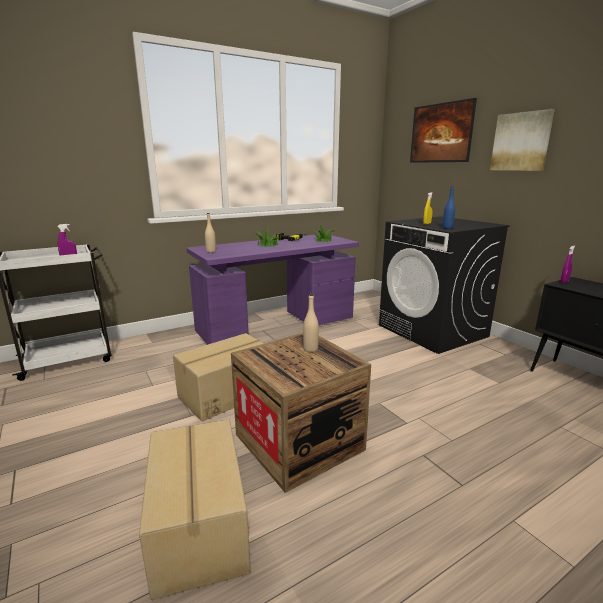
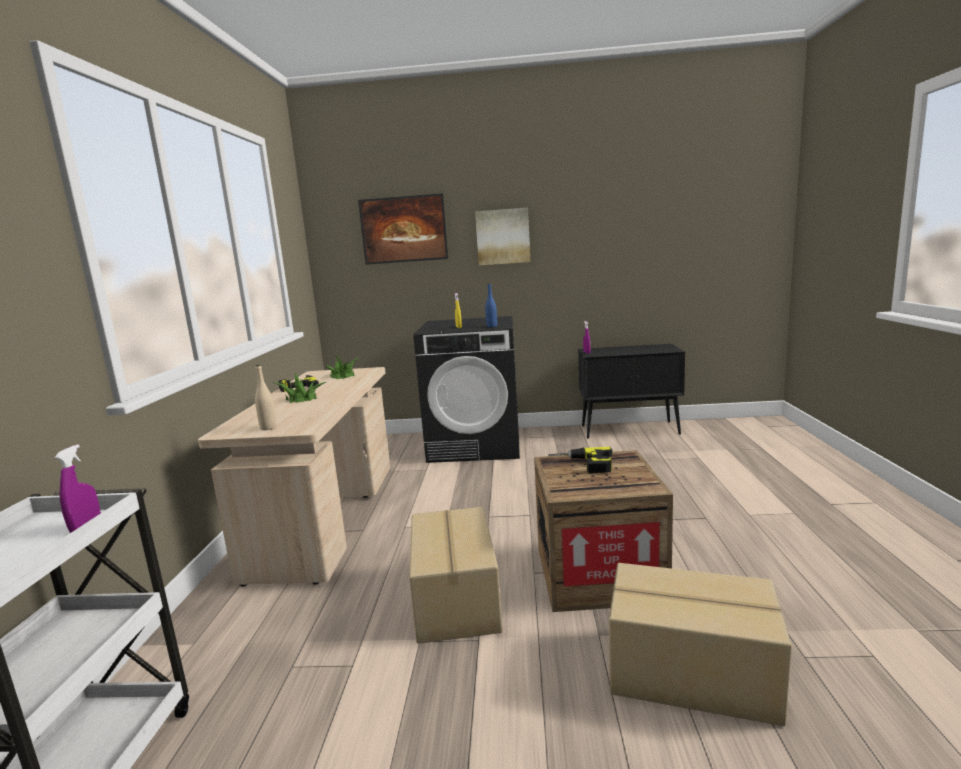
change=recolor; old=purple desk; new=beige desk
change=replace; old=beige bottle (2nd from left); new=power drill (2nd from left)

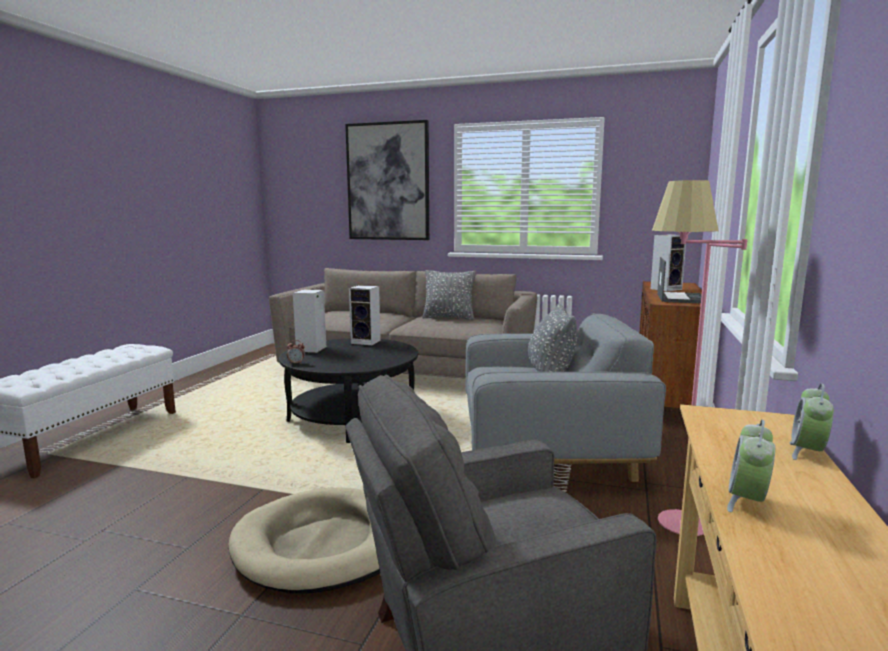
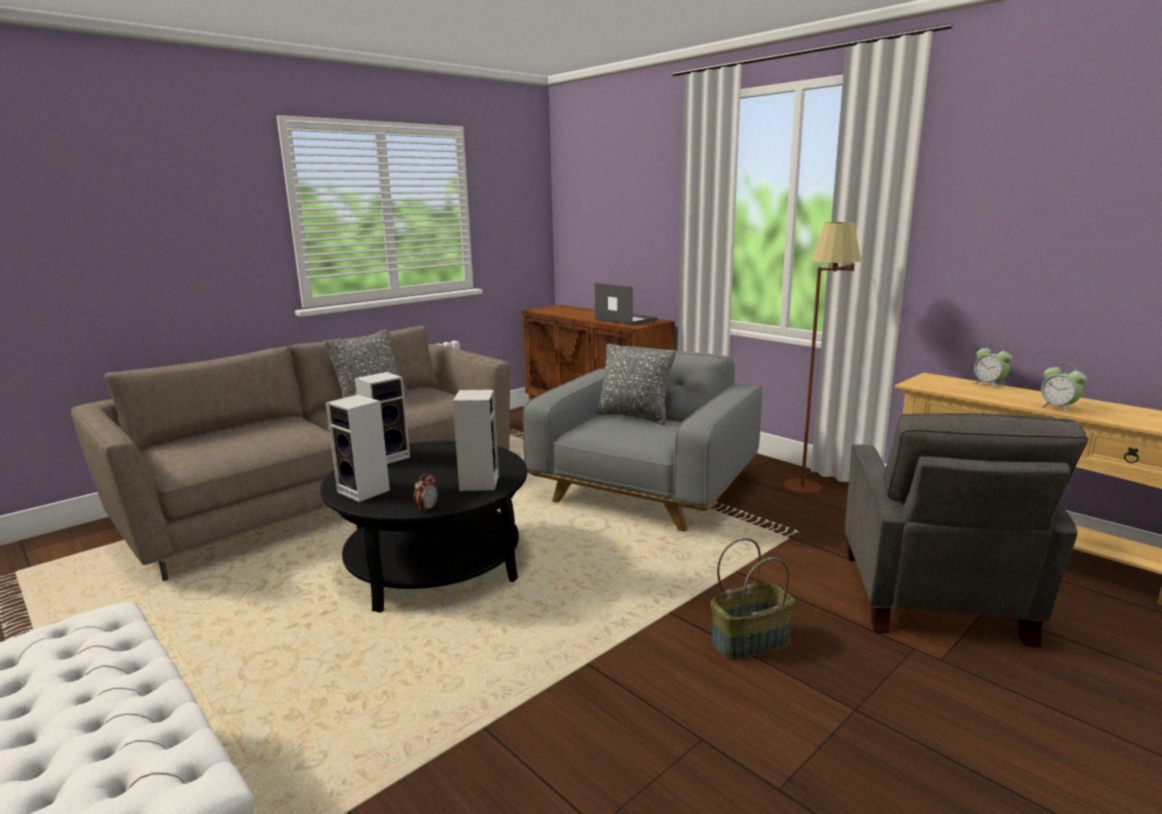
change=delete; old=picture
change=recolor; old=pink floor lamp; new=brown floor lamp
change=move; old=speaker (3rd from left)
change=replace; old=beige dog bed; new=basket

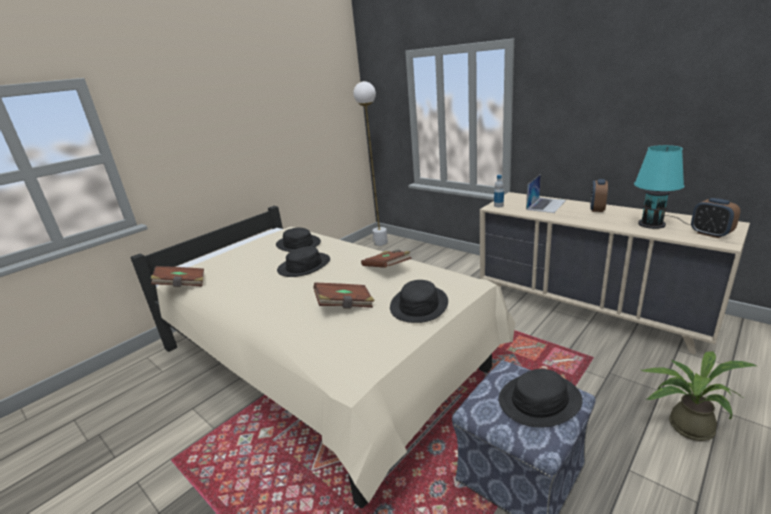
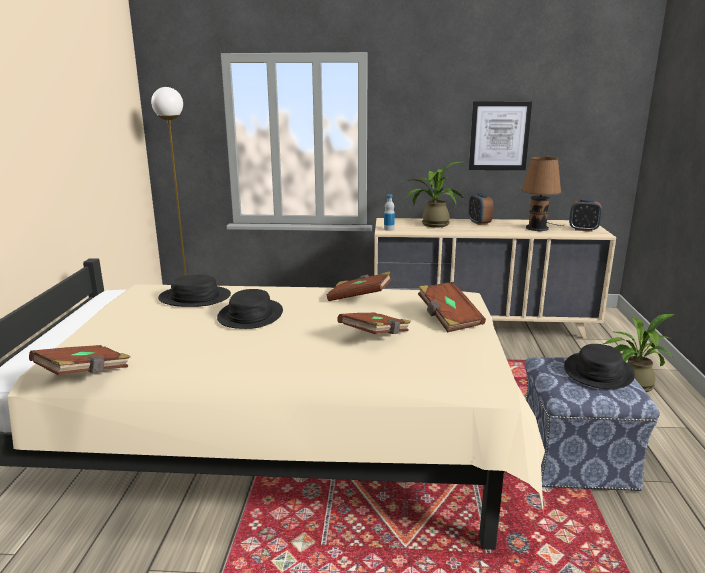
change=recolor; old=turquoise table lamp; new=brown table lamp
change=replace; old=laptop; new=potted plant (1st from left)
change=replace; old=black hat (3rd from left); new=brown book (4th from left)
change=insert; new=picture

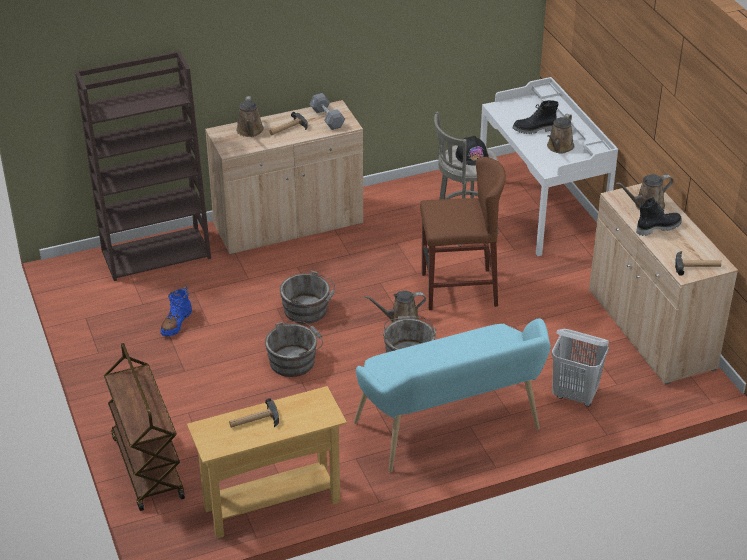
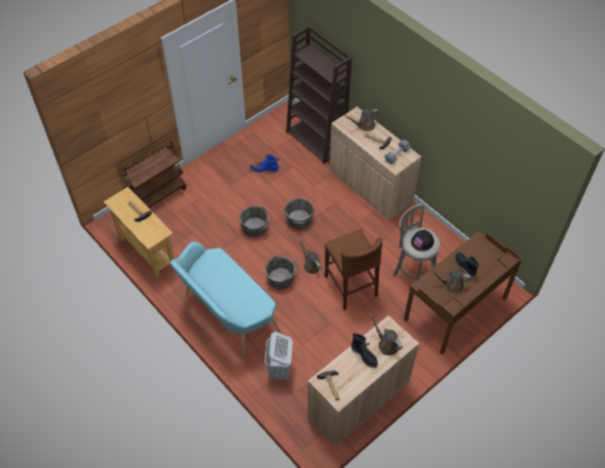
change=recolor; old=white desk; new=brown desk

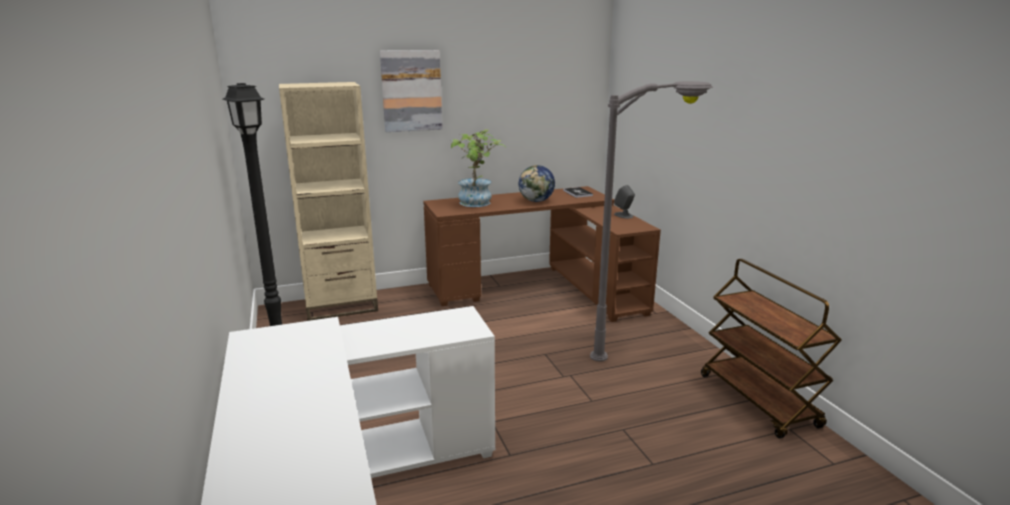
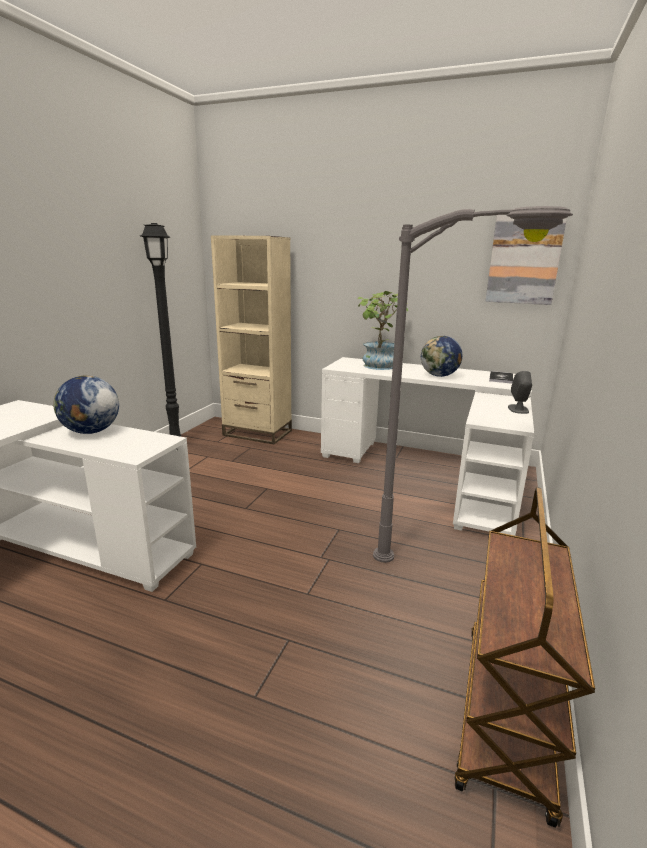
change=move; old=picture
change=recolor; old=brown desk; new=white desk (2nd from left)
change=insert; new=globe (1st from left)

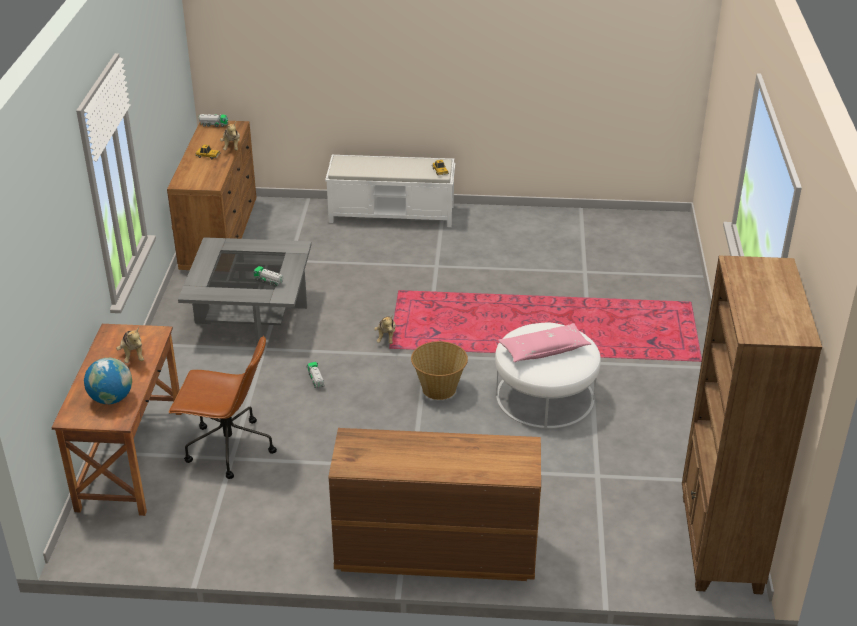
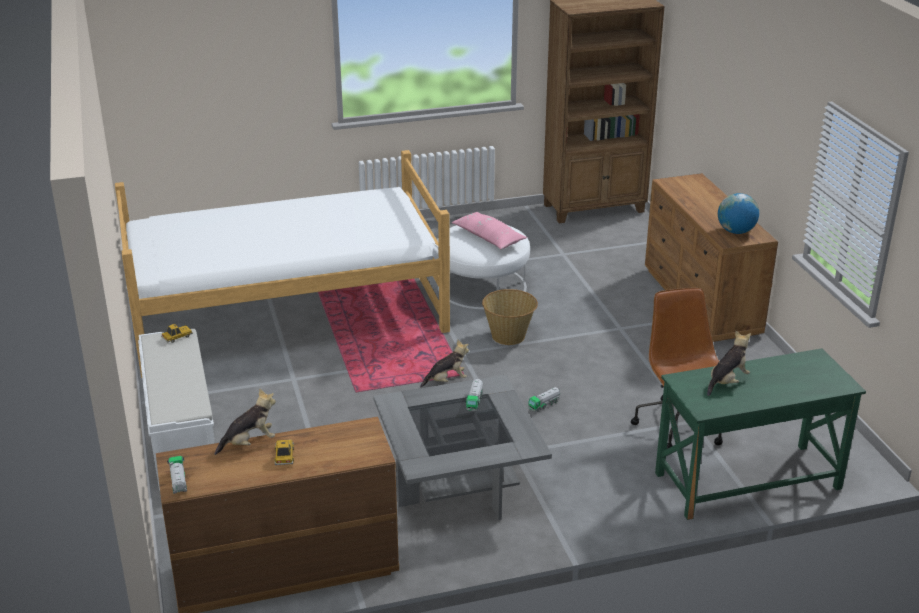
change=recolor; old=brown desk; new=green desk
change=move; old=globe
change=insert; new=bed

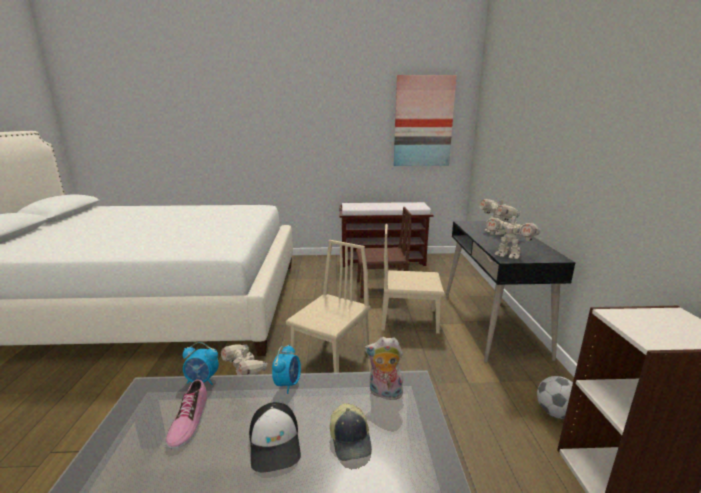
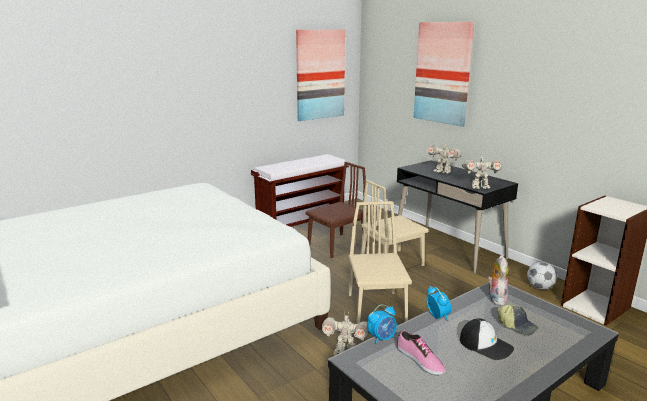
change=rotate; old=plush toy; degrees=120
change=insert; new=picture (2nd from left)

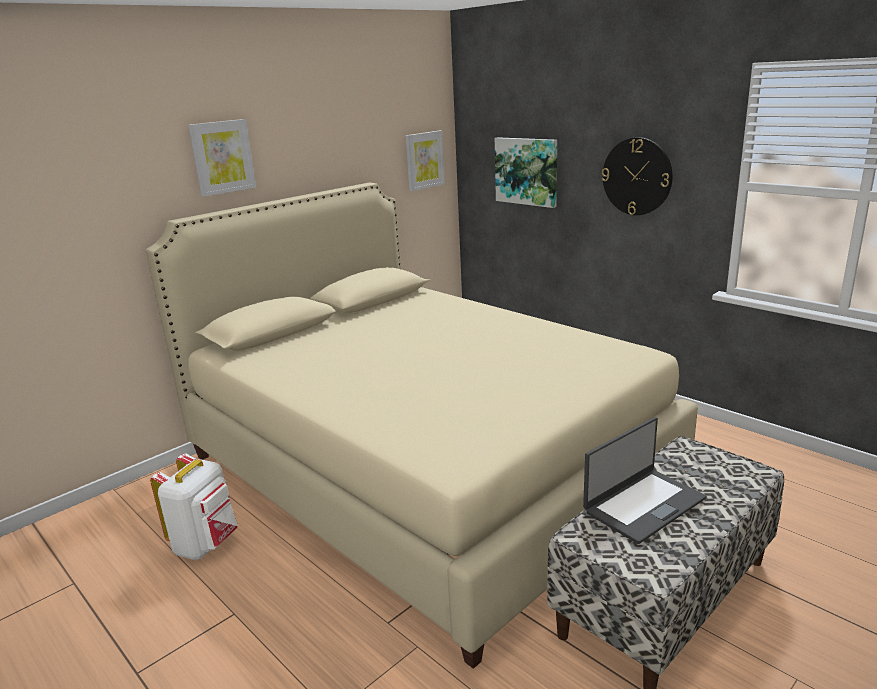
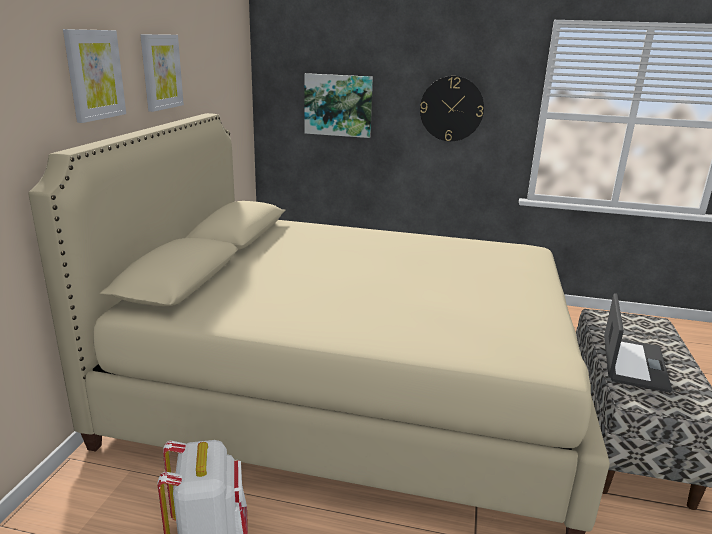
change=move; old=picture (2nd from left)

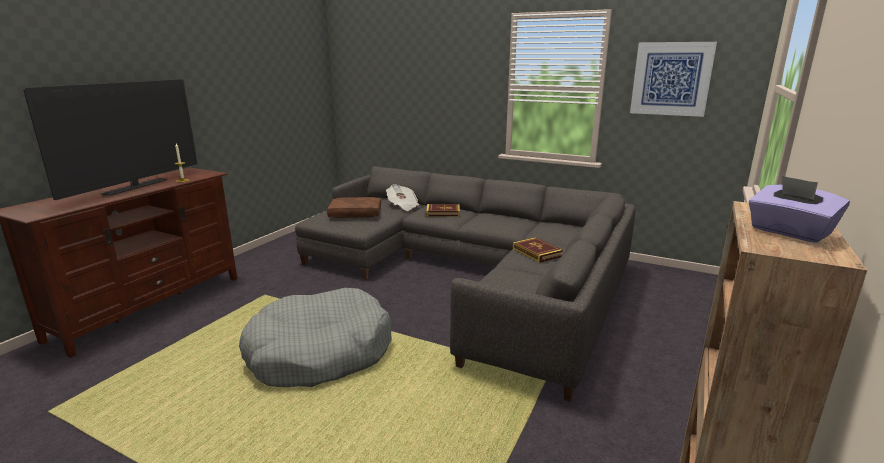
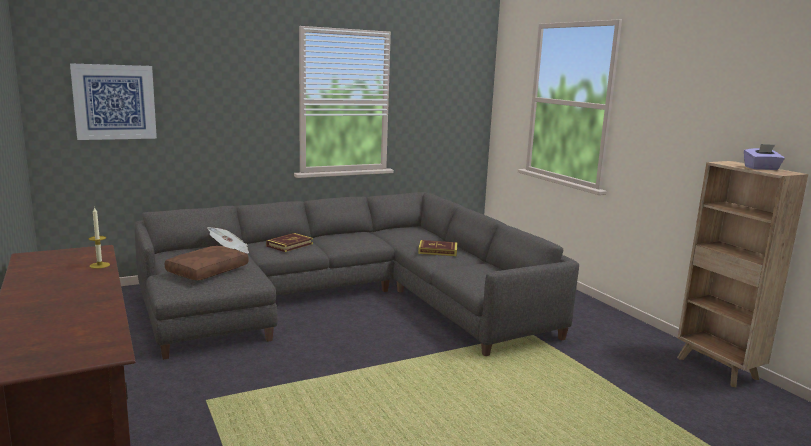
change=move; old=picture
change=delete; old=television
change=delete; old=grey dog bed

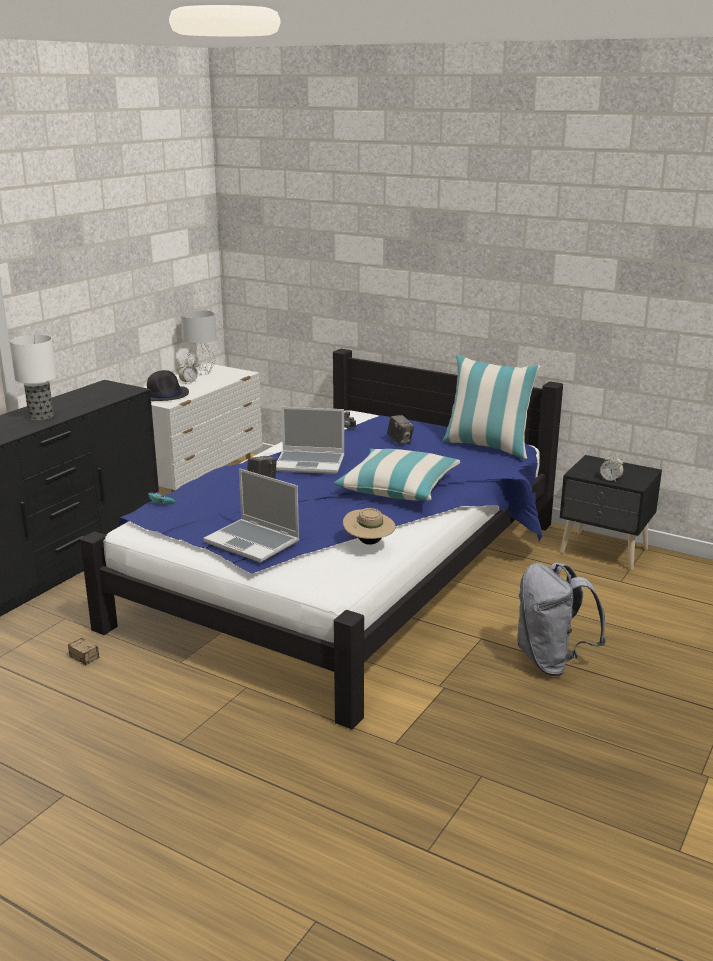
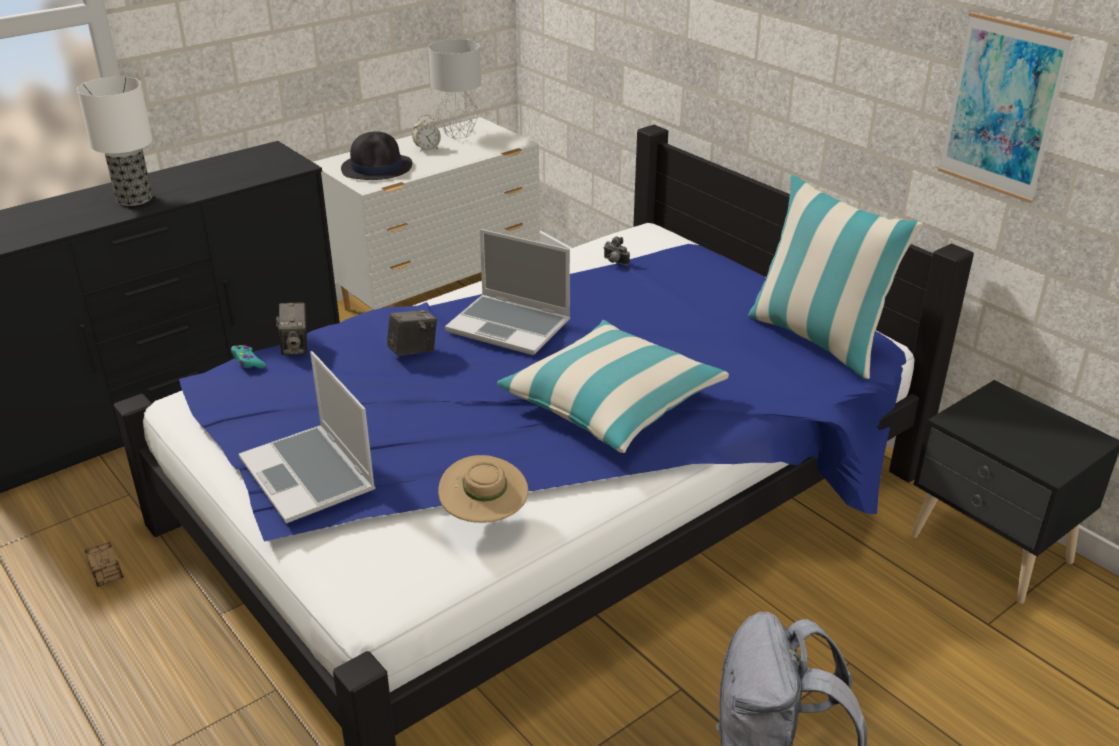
change=move; old=photo camera (3rd from left in the first image); new=photo camera (1st from left)
change=delete; old=alarm clock (2nd from left)
change=insert; new=picture

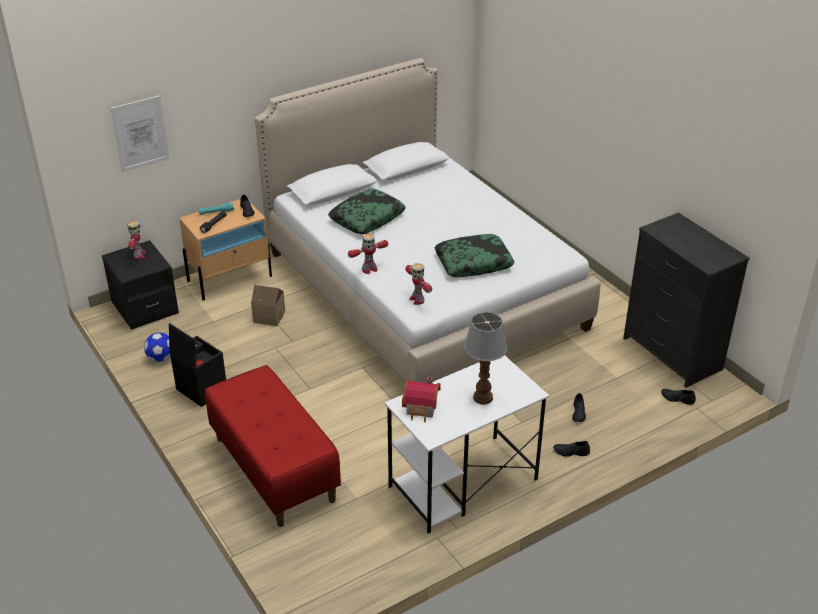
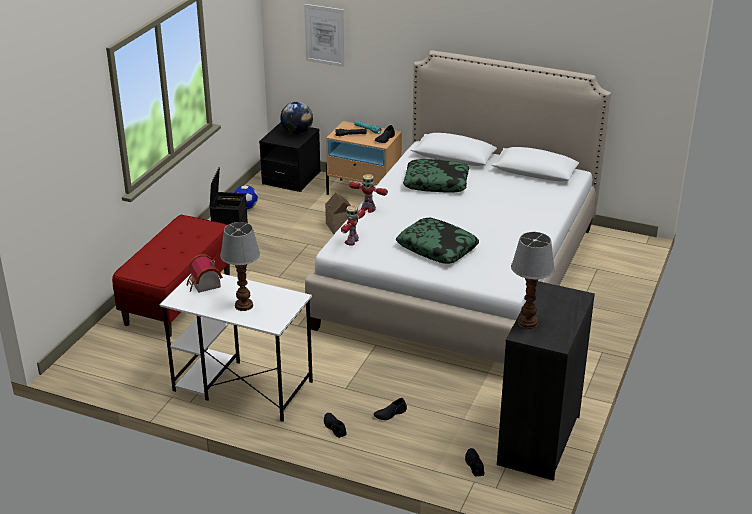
change=replace; old=toy robot (1st from left); new=globe
change=insert; new=table lamp (2nd from left)

